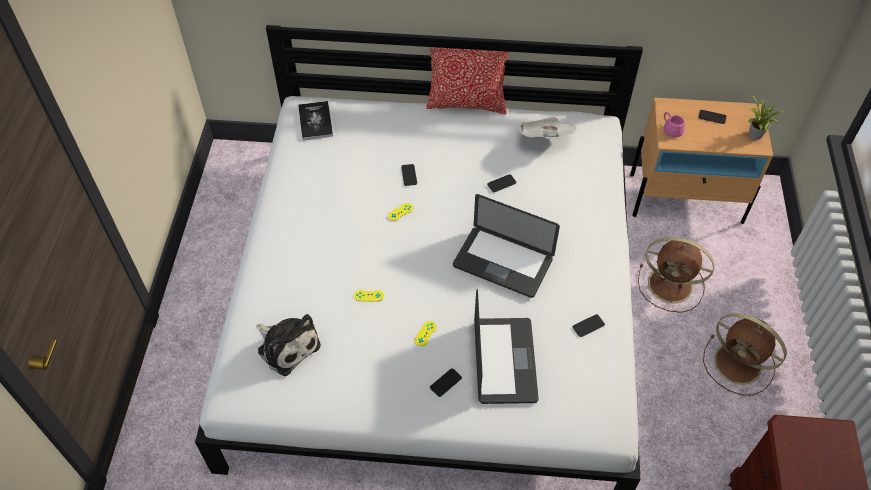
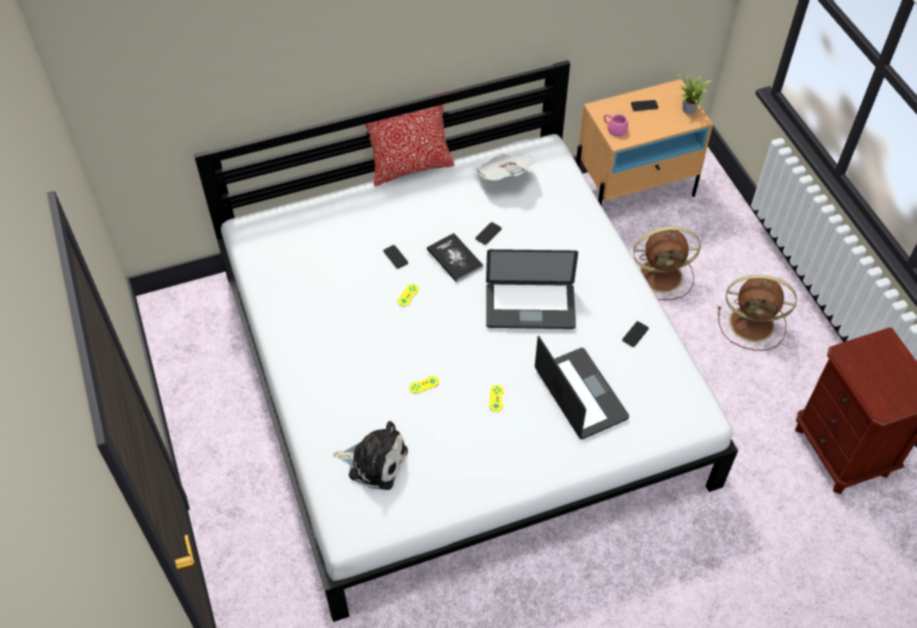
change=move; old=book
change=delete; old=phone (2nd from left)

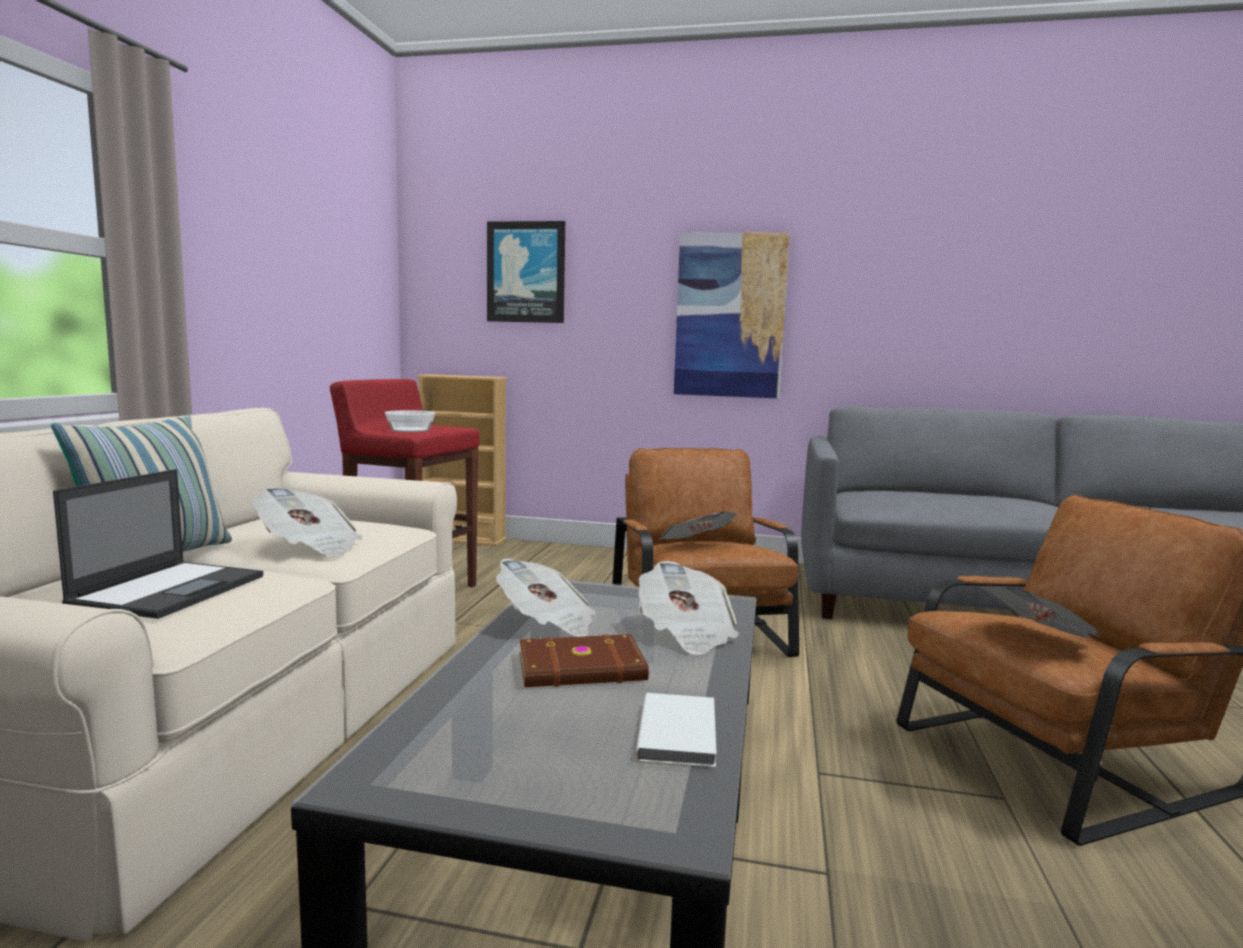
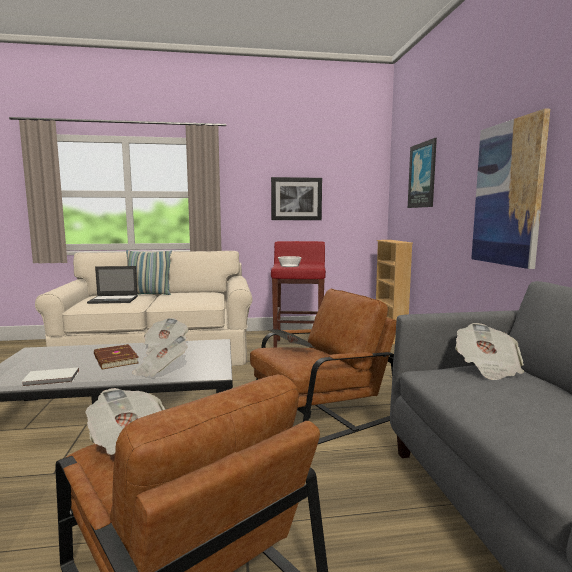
change=move; old=newspaper (1st from left in the first image); new=newspaper (5th from left)
change=insert; new=picture (1st from left)

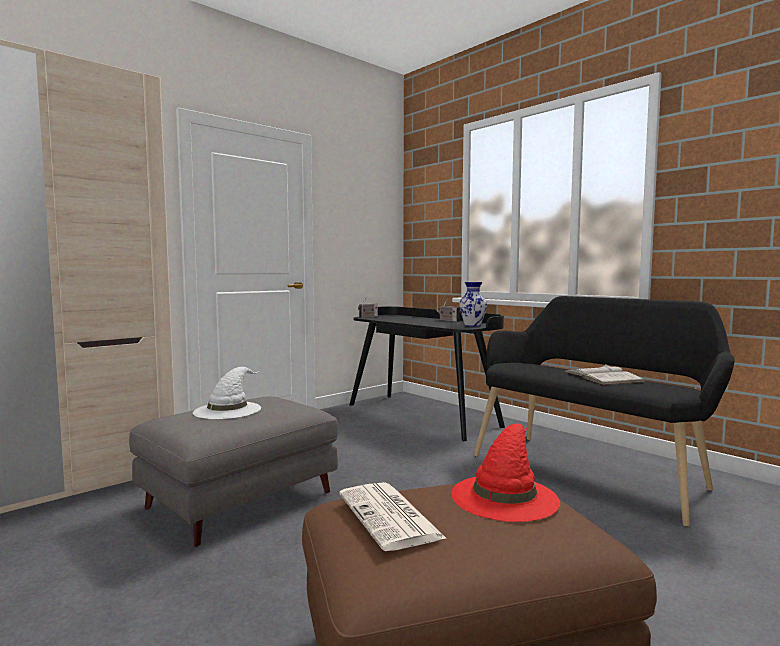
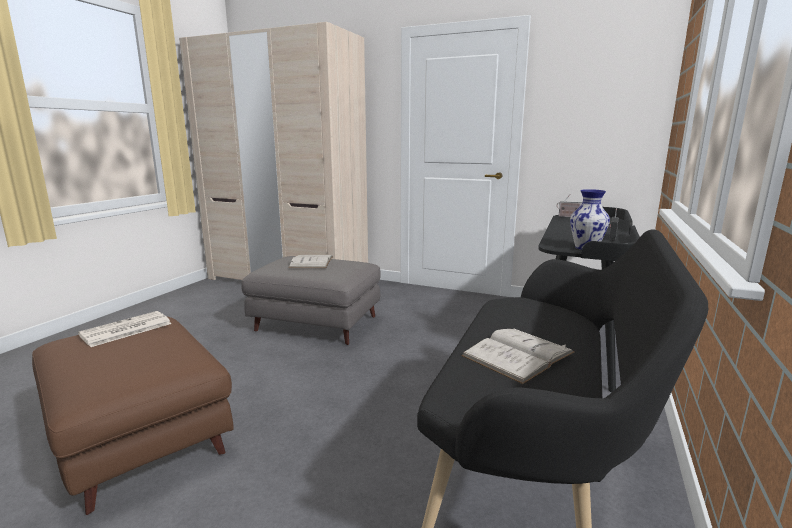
change=replace; old=white hat; new=white book (1st from left)
change=delete; old=red hat

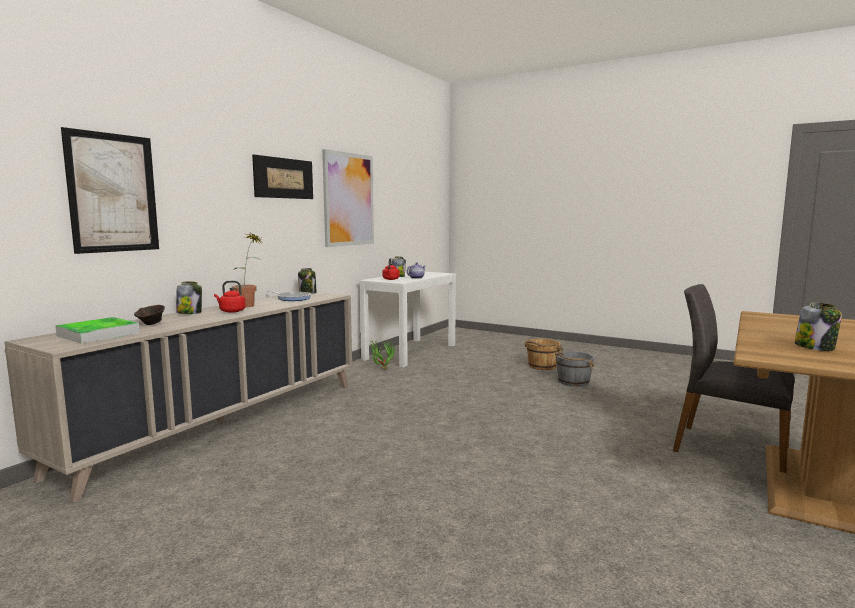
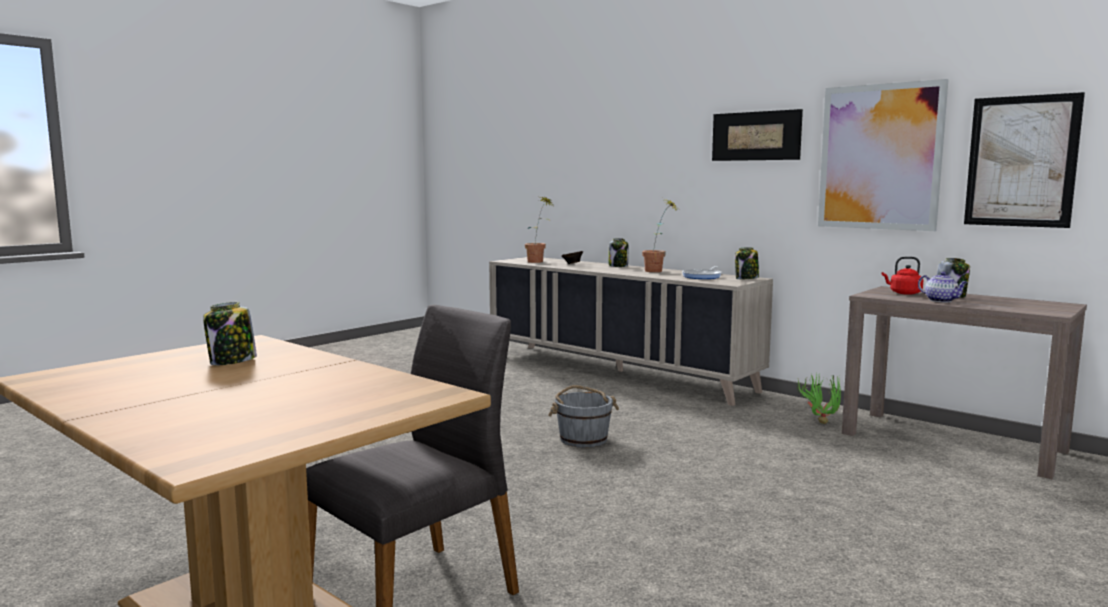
change=move; old=picture (1st from left in the first image); new=picture (3rd from left)
change=recolor; old=white console table; new=brown console table
change=delete; old=red kettle (1st from left)
change=replace; old=tray; new=potted plant (1st from left)
change=delete; old=brown bucket
change=move; old=grey bucket

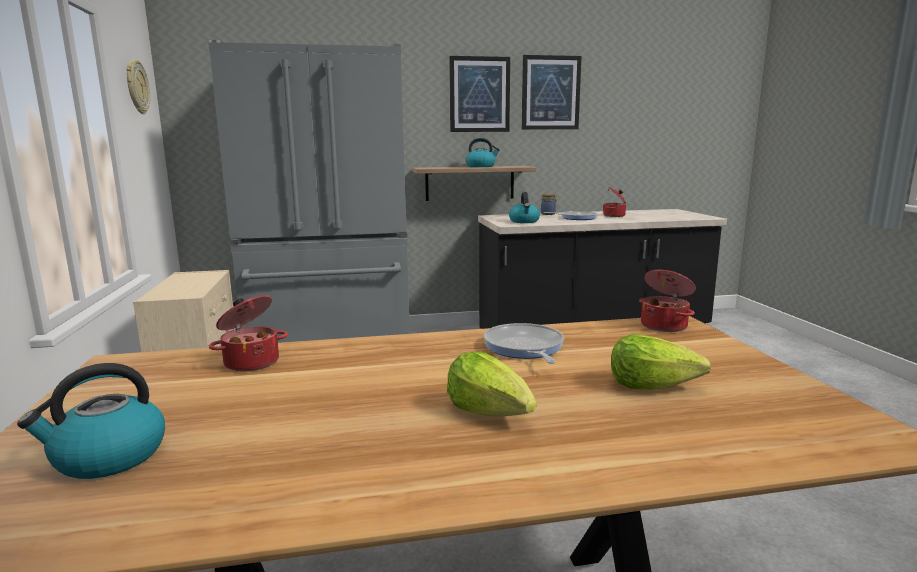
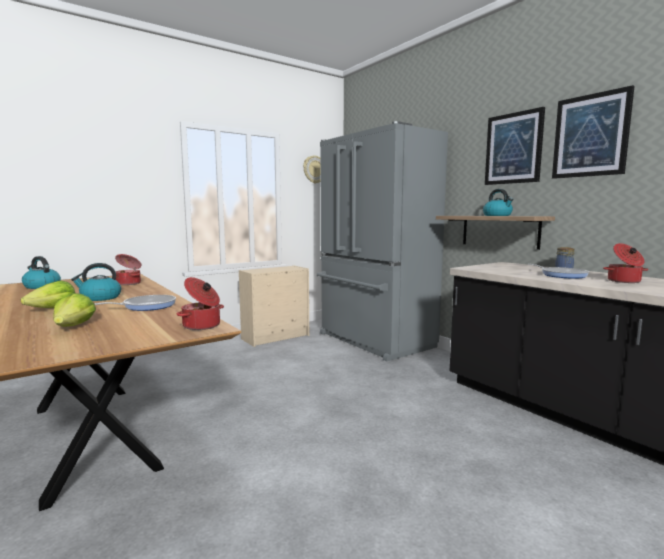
change=move; old=kettle (3rd from left in the first image); new=kettle (2nd from left)

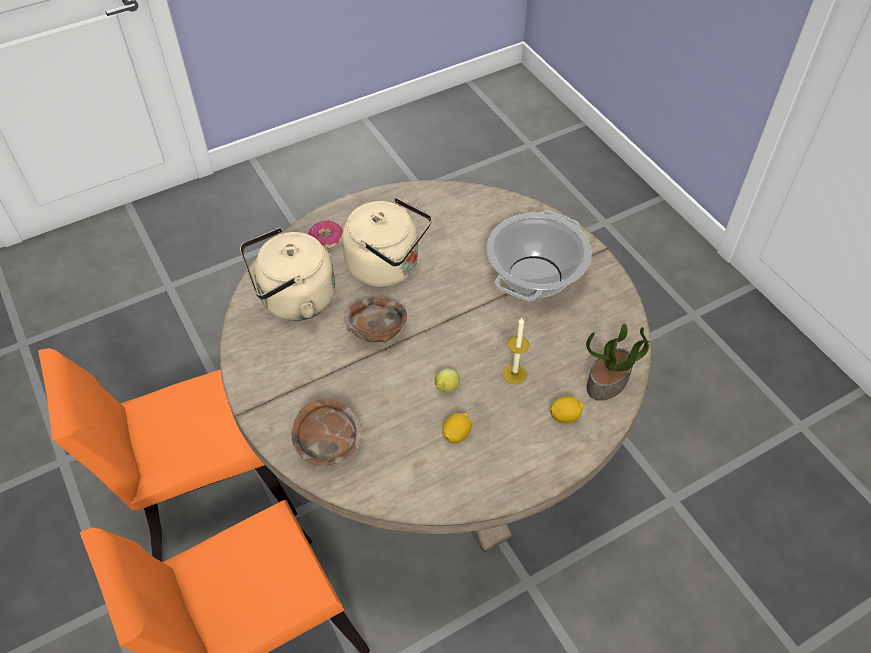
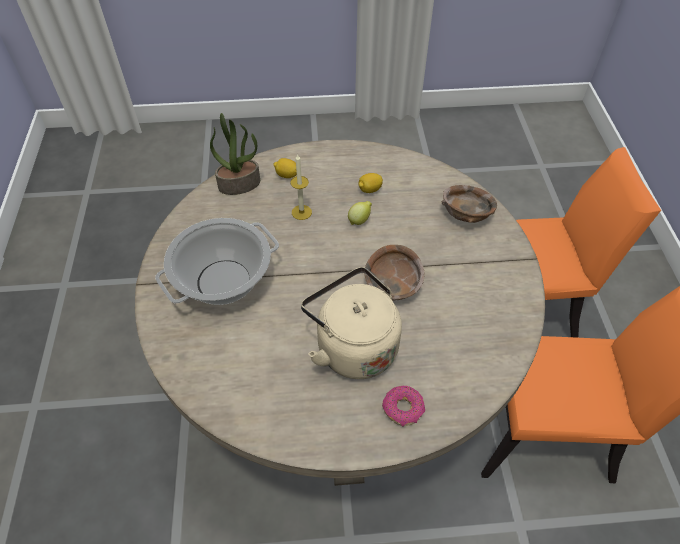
change=delete; old=beige kettle (1st from left)

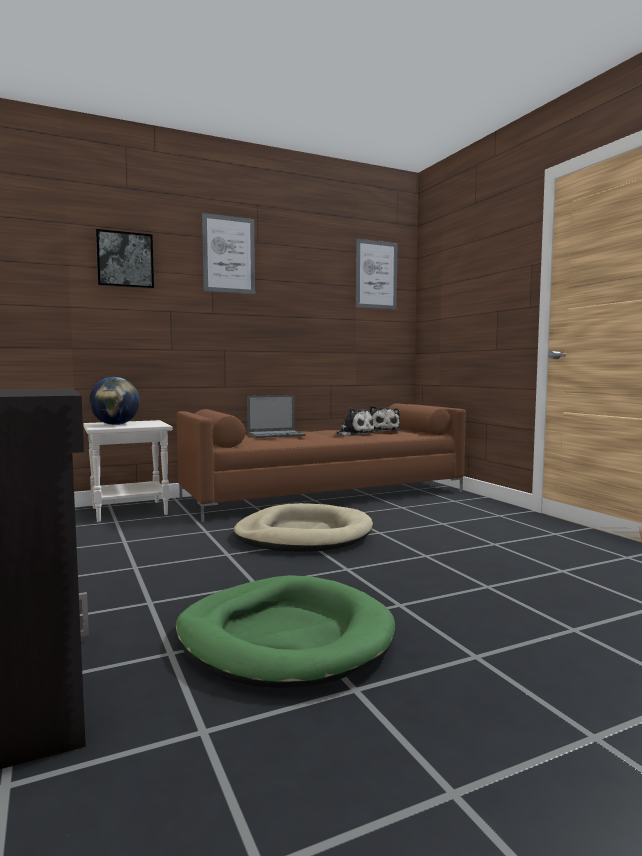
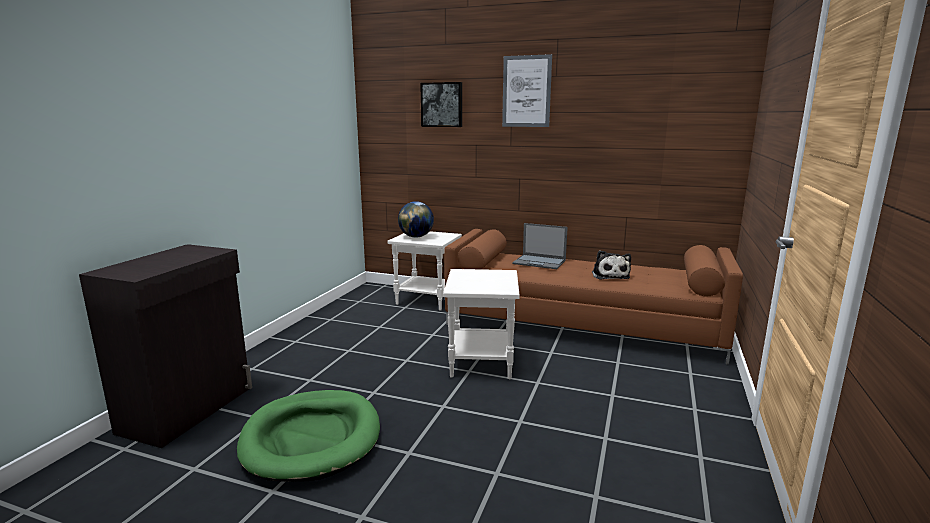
change=delete; old=picture (3rd from left)
change=delete; old=plush toy (2nd from left)
change=replace; old=beige dog bed; new=white side table (2nd from left)

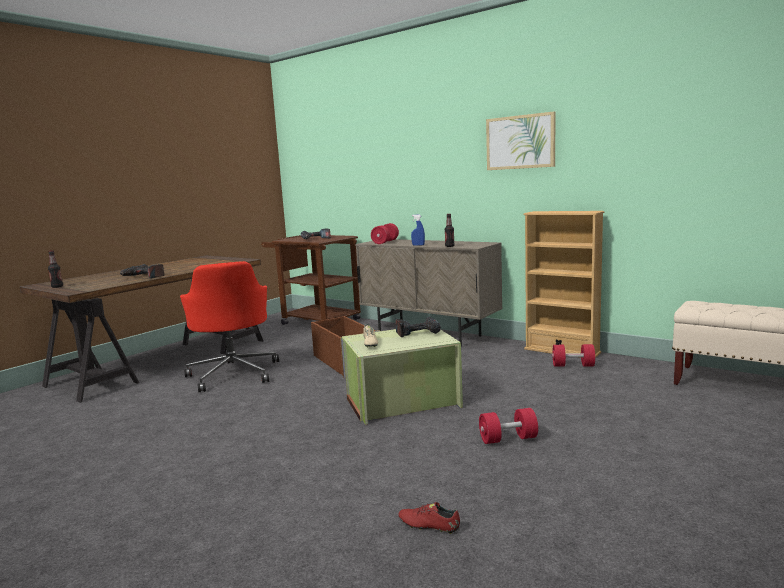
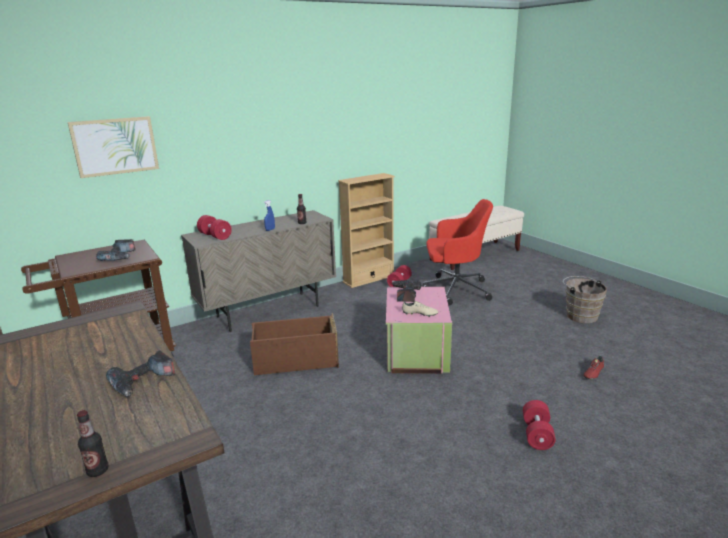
change=move; old=picture
change=move; old=red office chair
change=recolor; old=green storage box; new=pink storage box
change=move; old=red dumbbell (2nd from left in the first image); new=red dumbbell (3rd from left)
change=insert; new=brown bucket

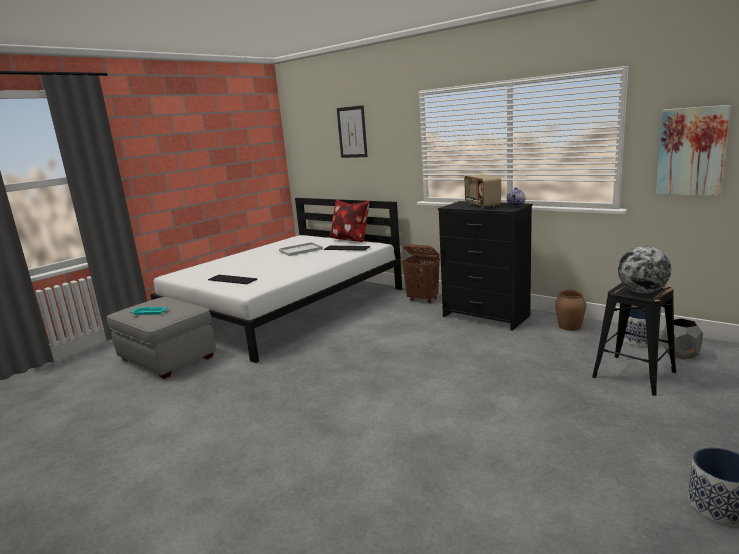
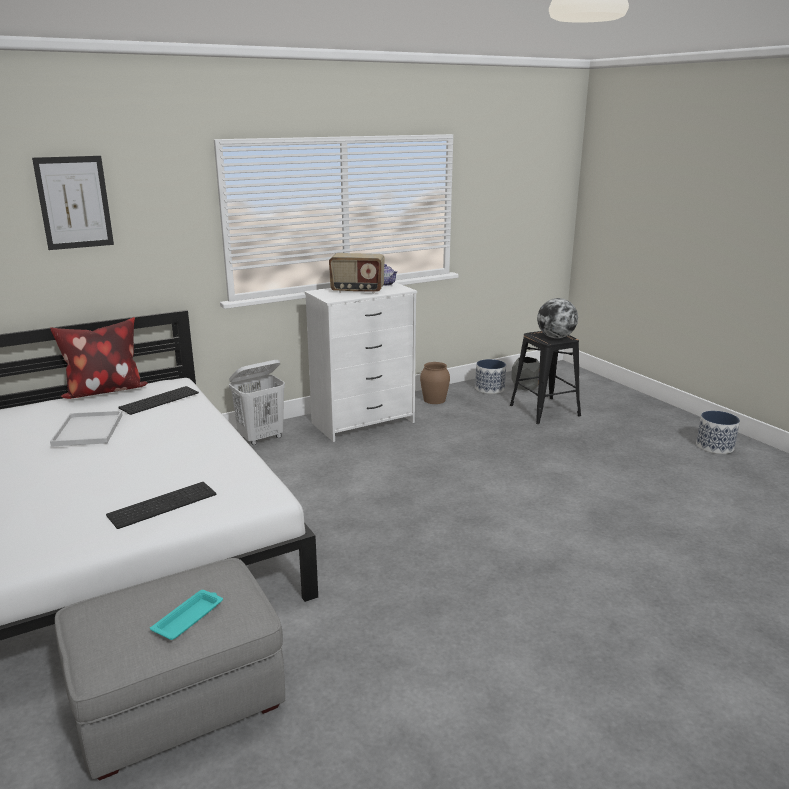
change=delete; old=picture (2nd from left)
change=recolor; old=black dresser; new=white dresser
change=recolor; old=brown laundry basket; new=white laundry basket

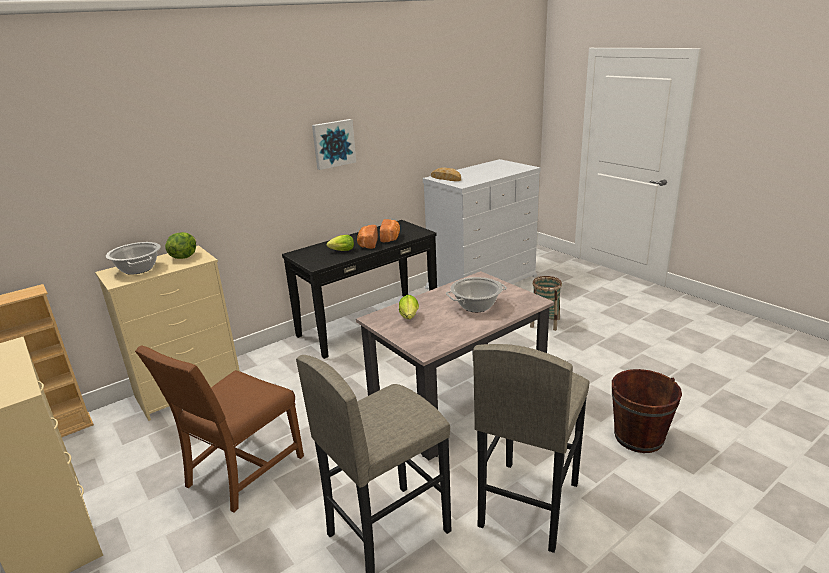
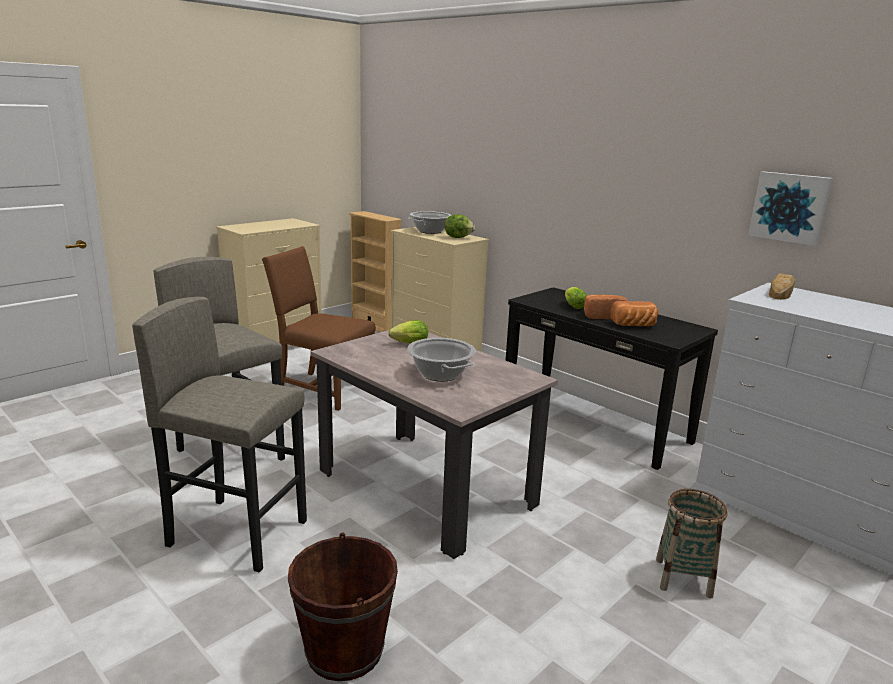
change=move; old=picture

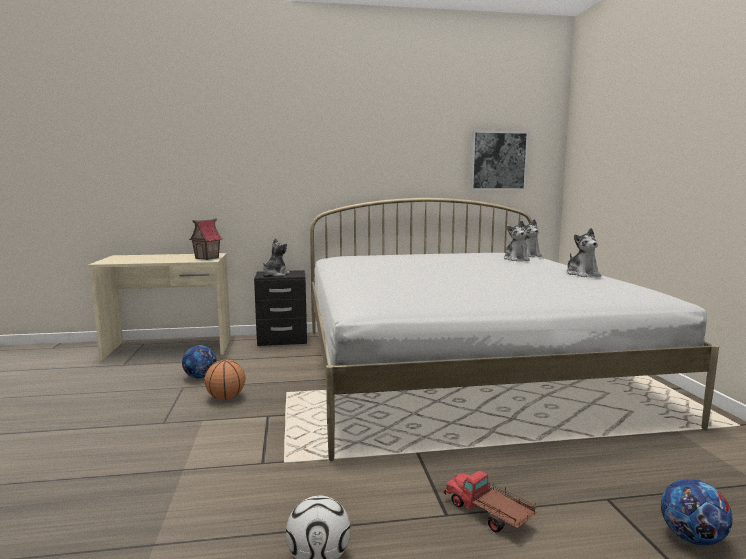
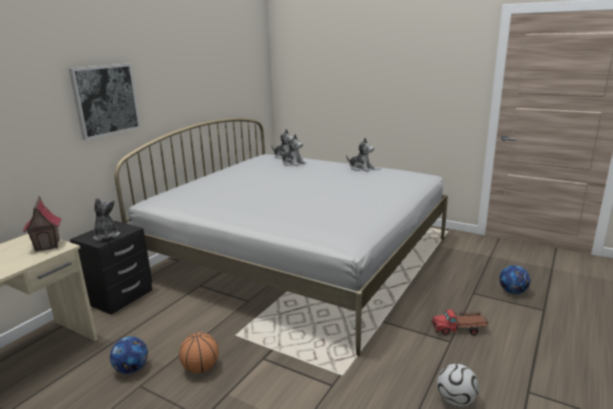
change=move; old=picture

